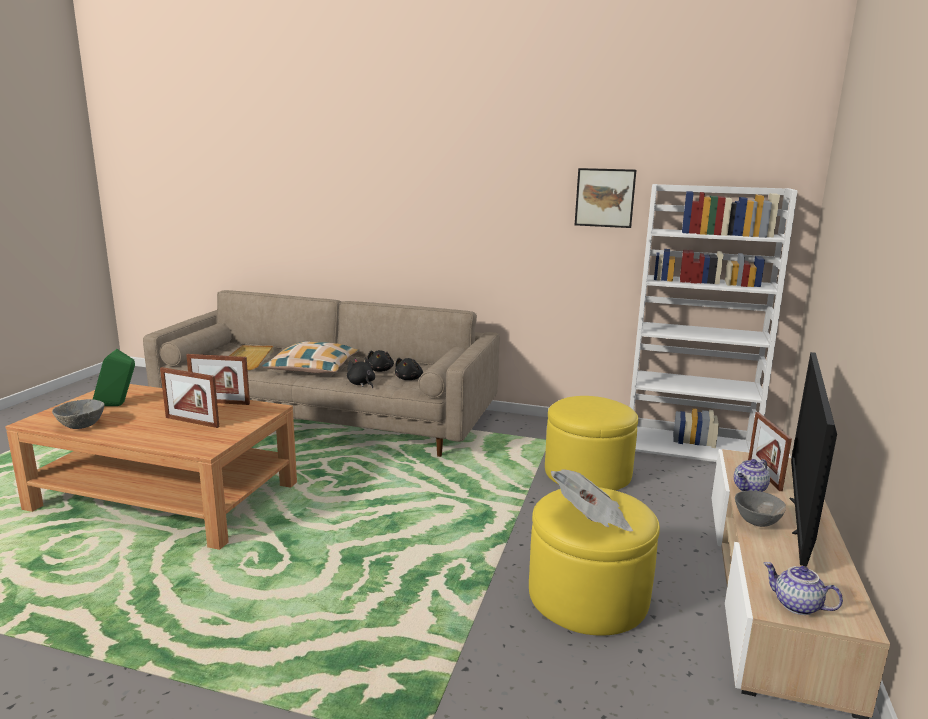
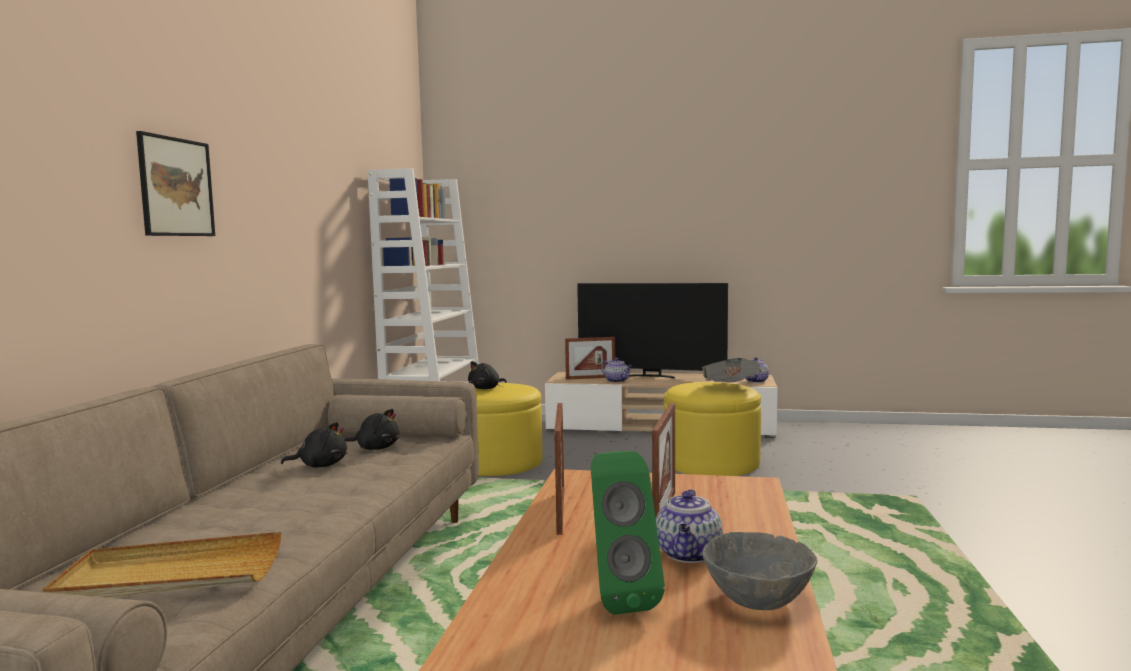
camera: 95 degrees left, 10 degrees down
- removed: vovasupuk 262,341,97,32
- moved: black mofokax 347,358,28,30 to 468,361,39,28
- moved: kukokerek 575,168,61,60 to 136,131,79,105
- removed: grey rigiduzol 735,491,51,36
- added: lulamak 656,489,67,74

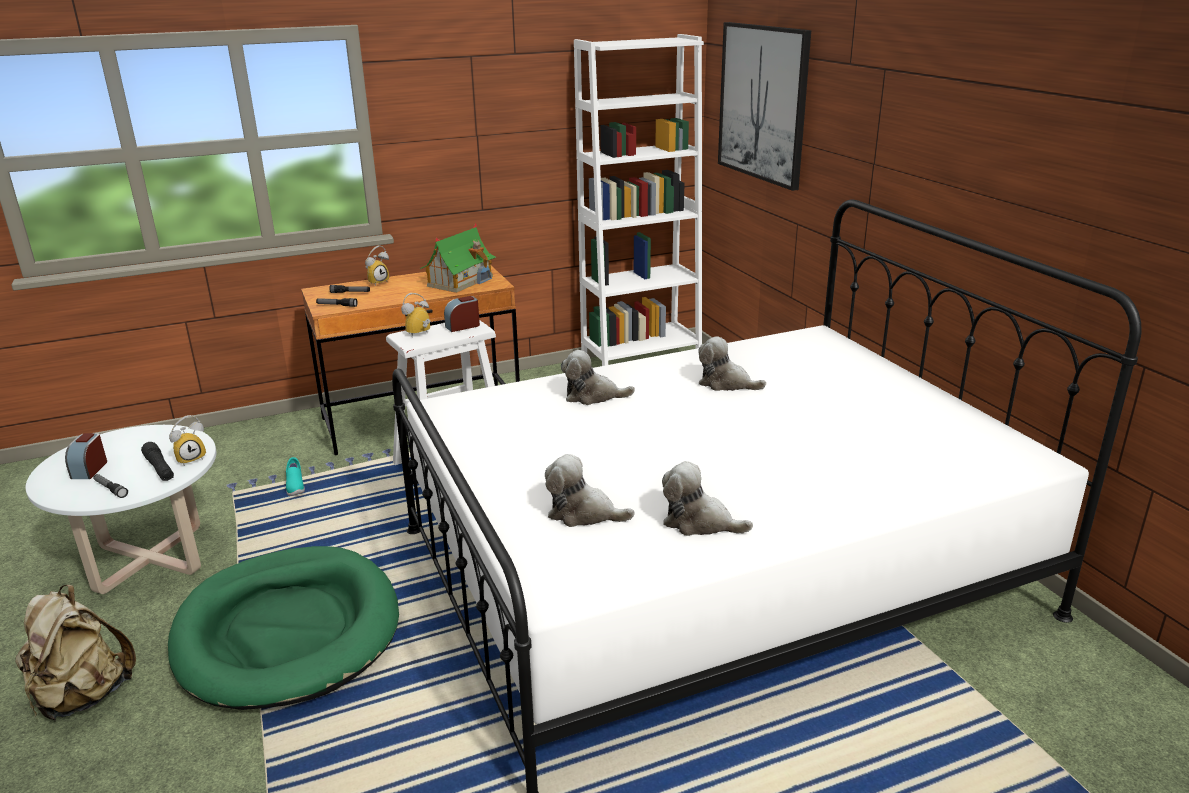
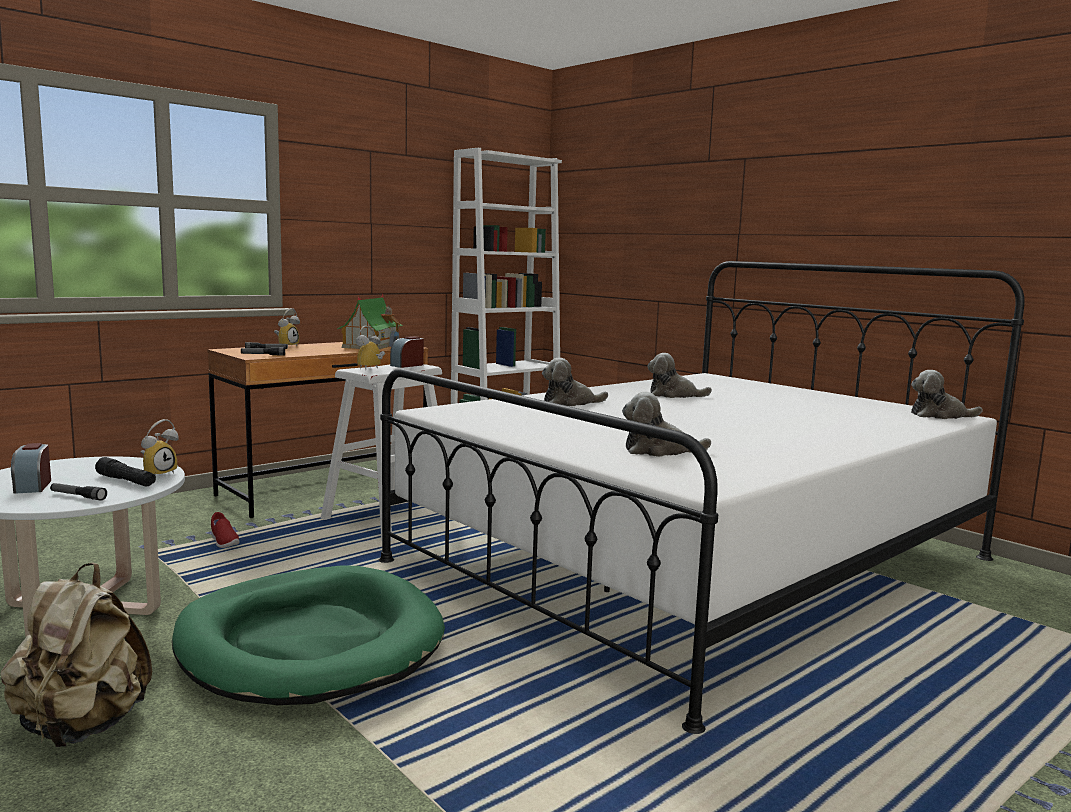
camera: 20 degrees left, 15 degrees down
- recoloured: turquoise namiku 286,457,19,39 to red namiku 211,512,29,36
- moved: mofokax 662,461,91,75 to 911,370,72,49
- removed: kukokerek 718,22,93,169

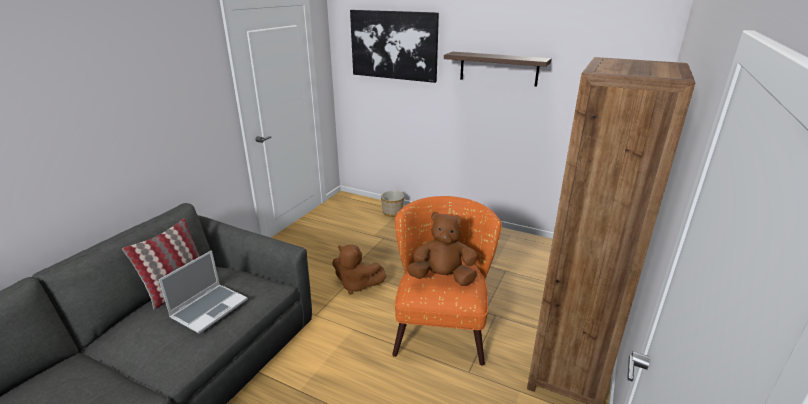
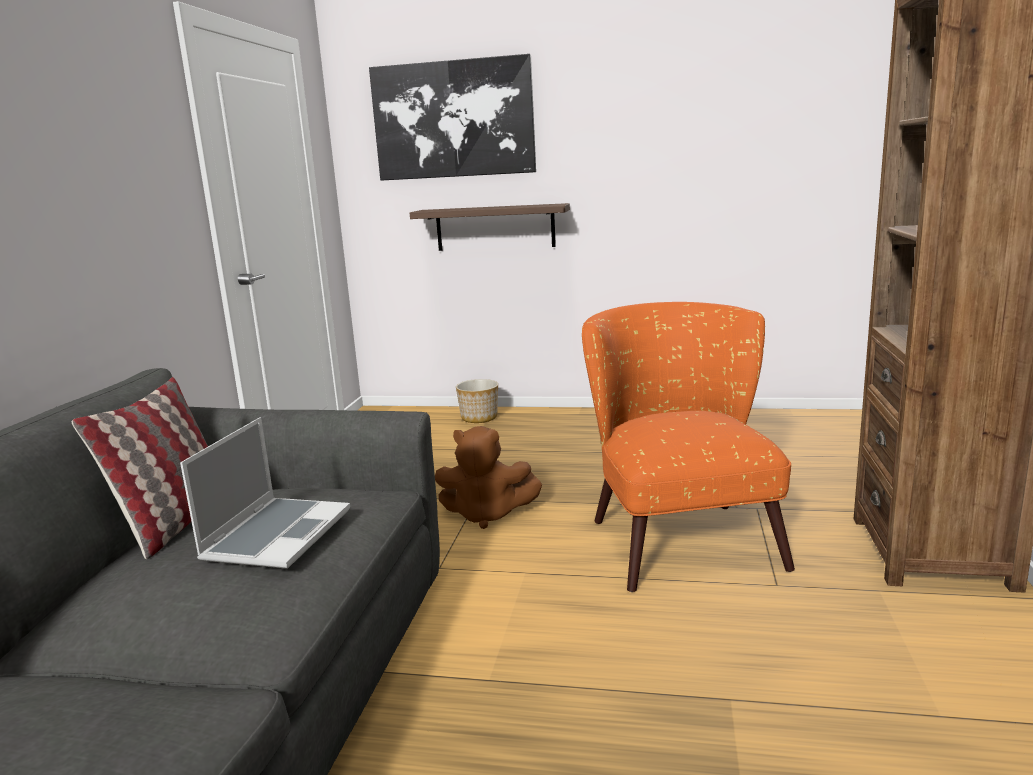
camera: 15 degrees left, 10 degrees down
- removed: brown mofokax 406,211,72,75
- moved: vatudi 444,52,108,35 to 410,203,160,48

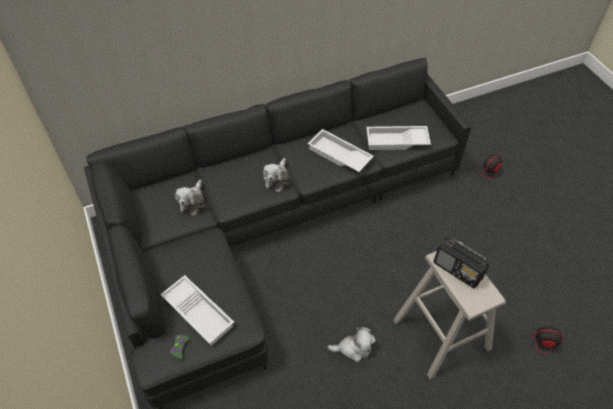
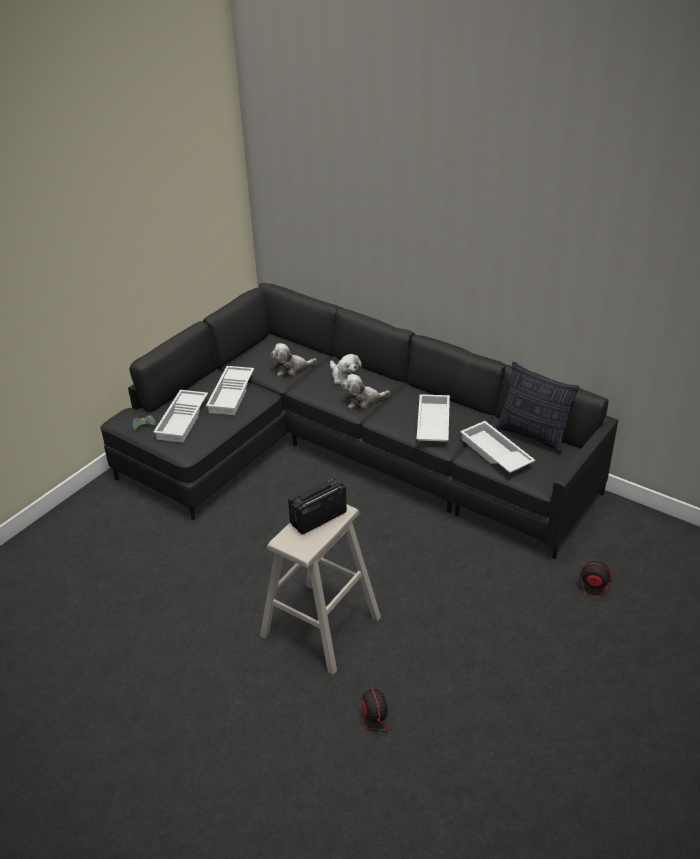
camera: 60 degrees right, 15 degrees down
- moved: mofokax 327,327,49,35 to 330,354,32,32
- turned: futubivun 433,236,57,53 = 288,476,59,59 45 degrees clockwise
- added: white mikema 206,366,48,49
- added: vovasupuk 496,362,83,92

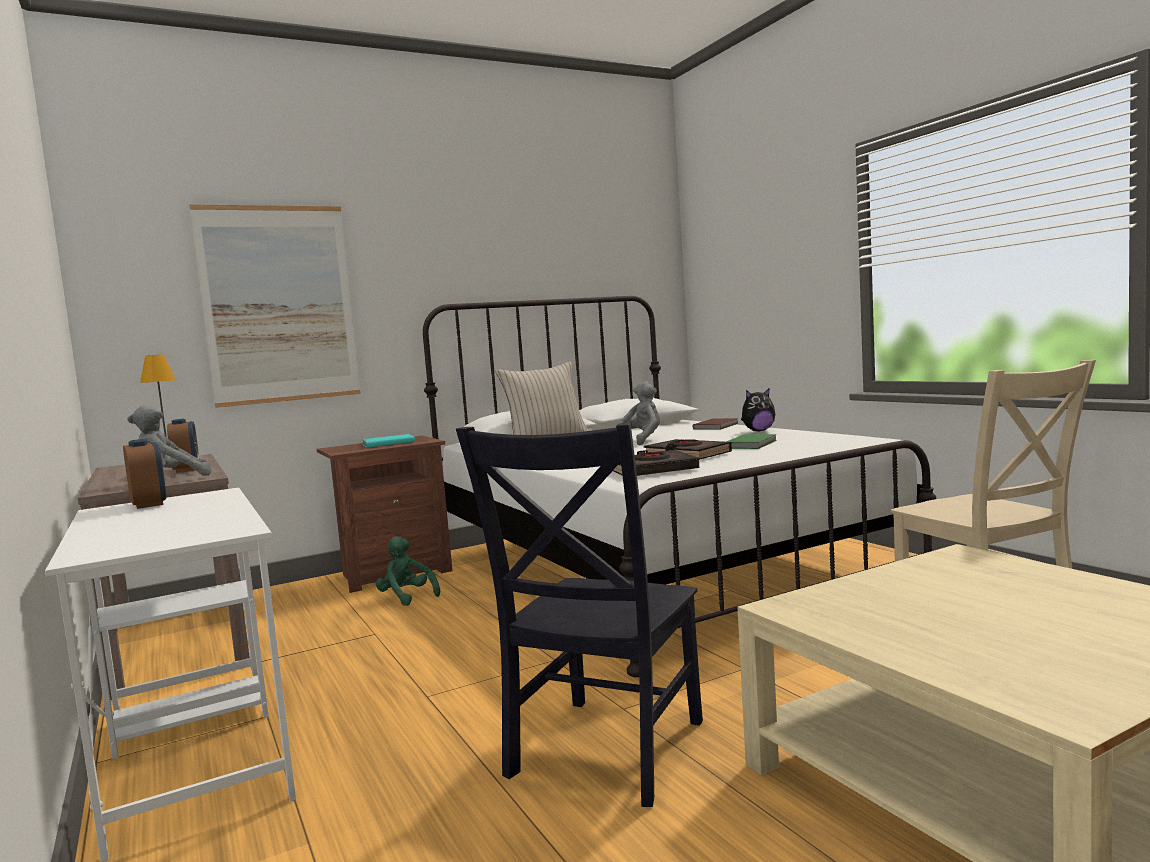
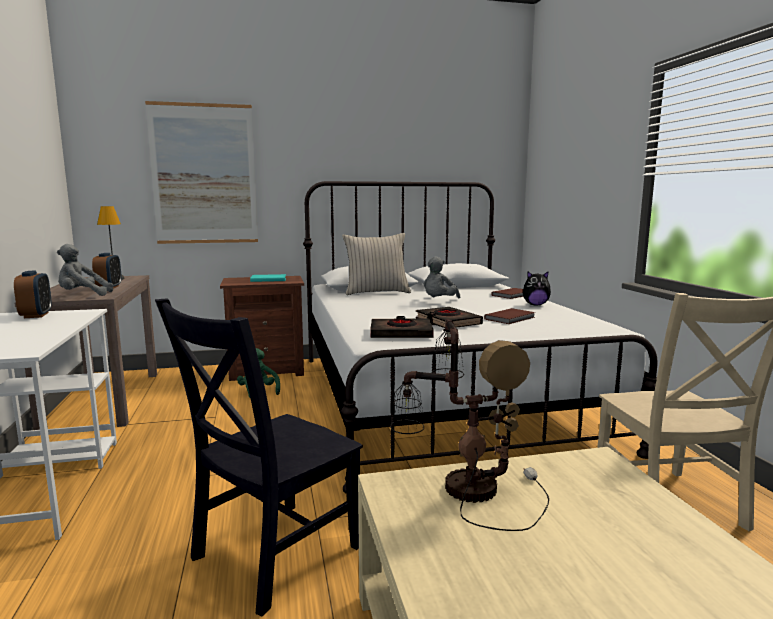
camera: 15 degrees right, 5 degrees up
- turned: grey mofokax 617,381,43,65 = 423,257,38,42 150 degrees clockwise
- recoloured: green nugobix 726,434,51,15 to brown nugobix 484,308,51,16
- added: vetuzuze 390,320,159,211

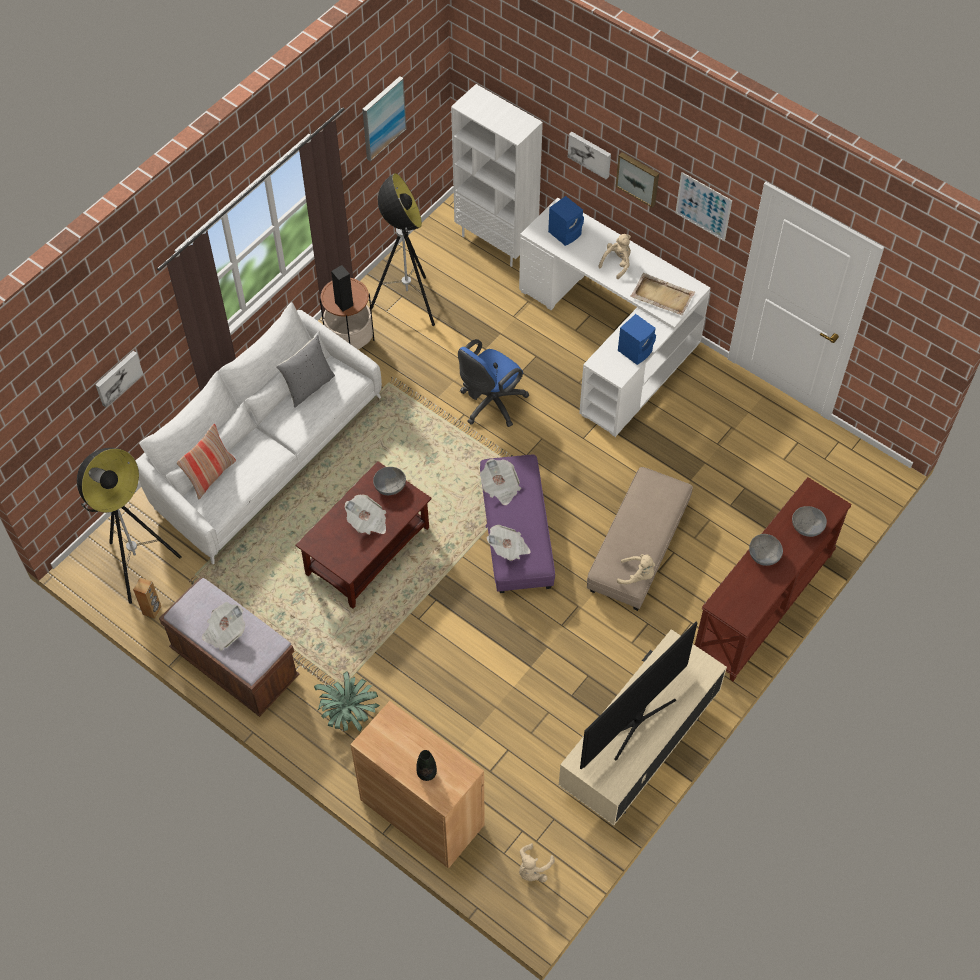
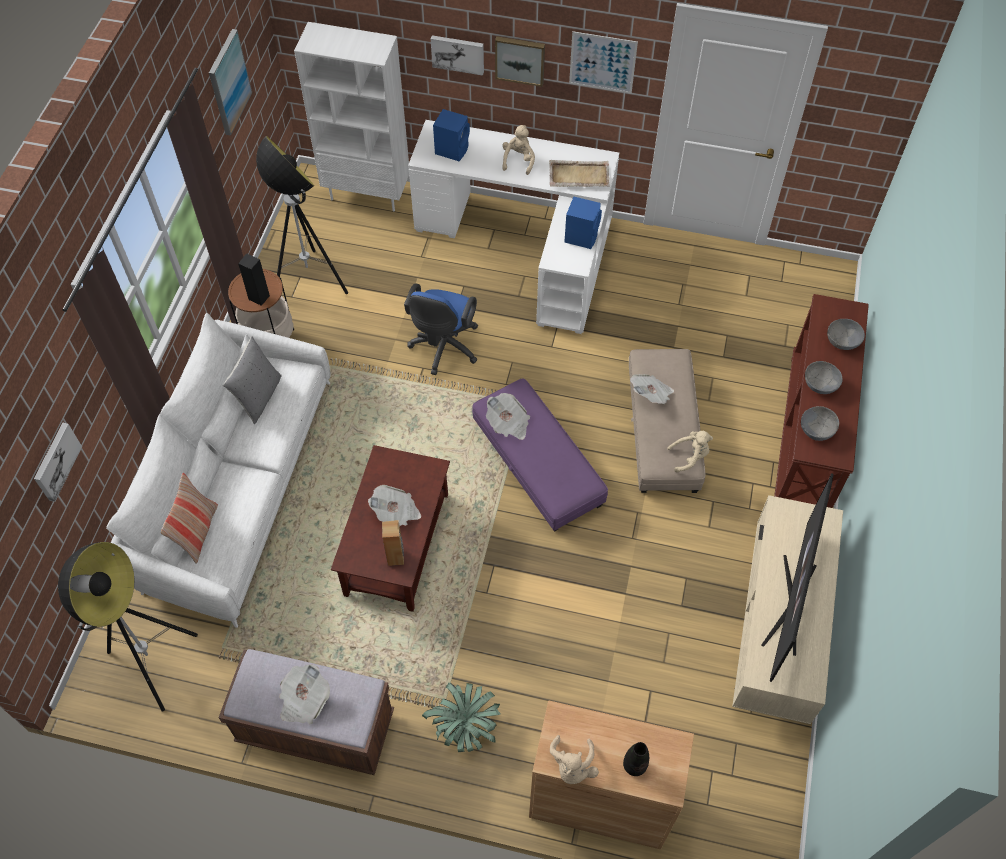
camera: 25 degrees left, 0 degrees up
- moved: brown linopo 133,578,29,41 to 382,520,22,46
- moved: grey rigiduzol 373,467,33,28 to 801,406,38,35
- moved: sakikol 487,525,44,36 to 630,374,44,30
- moved: beige mofokax 519,843,36,39 to 550,735,49,49

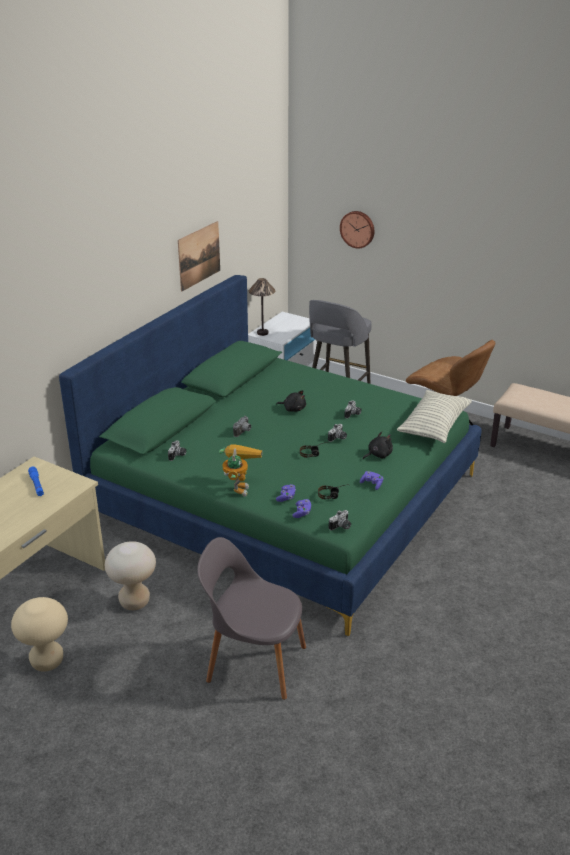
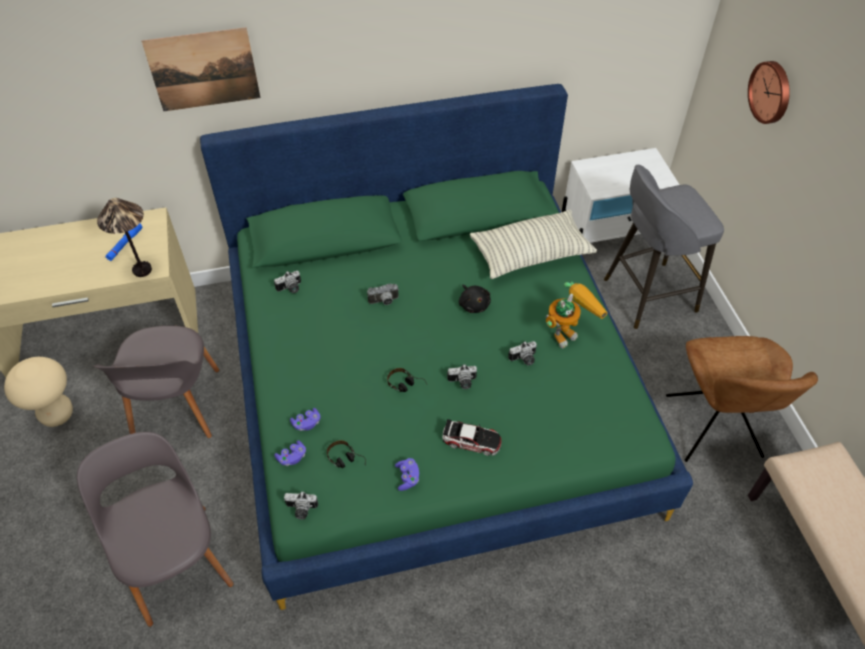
camera: 45 degrees right, 20 degrees up
- replaced: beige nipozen 105,541,51,69 to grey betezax 93,326,126,112
- moved: kukokerek 178,221,42,71 to 142,27,119,84
- moved: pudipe 219,444,43,52 to 546,282,62,66
- moved: vetuzuze 249,278,26,58 to 97,198,55,79
- replaced: black mofokax 363,432,30,27 to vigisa 443,419,58,37
- moved: vovasupuk 397,390,75,53 to 470,209,127,70

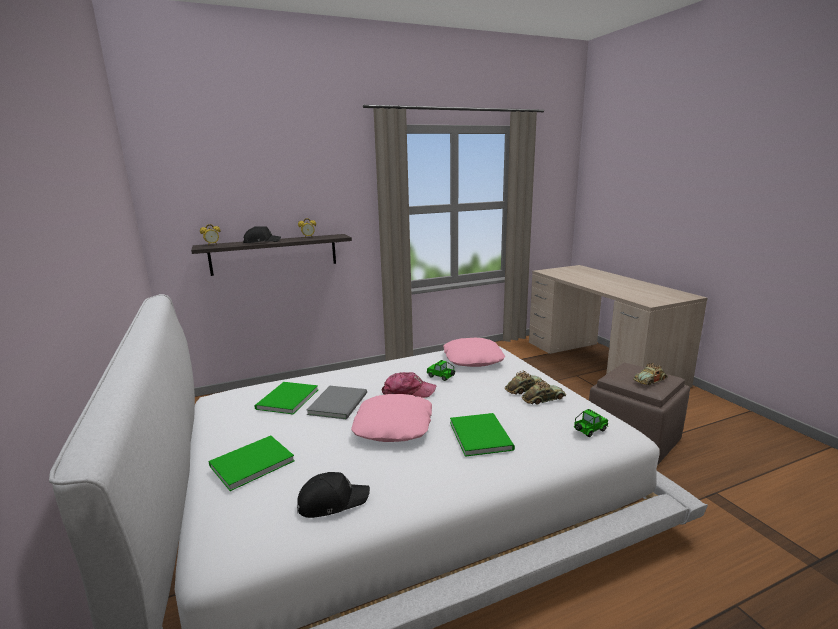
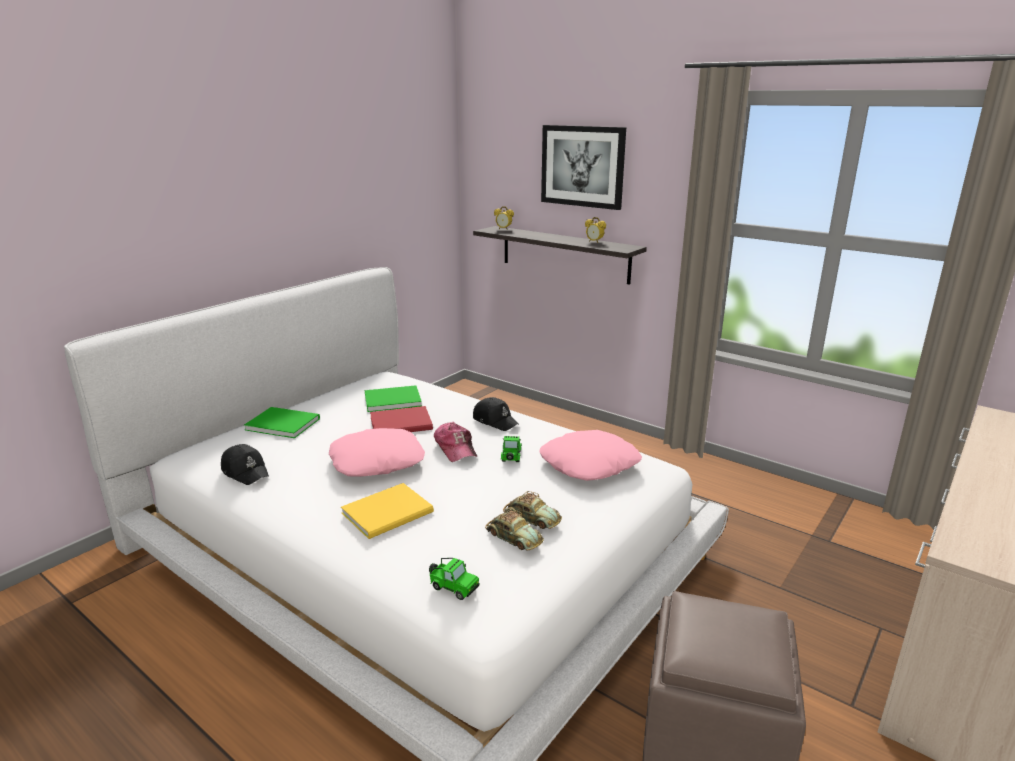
camera: 60 degrees right, 5 degrees up
- moved: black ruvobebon 243,226,38,17 to 473,397,46,34
- recoloured: grey nugobix 306,386,61,34 to red nugobix 370,406,63,26
- recoloured: green nugobix 450,413,65,44 to yellow nugobix 341,483,93,56
- removed: vigisa 633,363,35,22
- added: kukokerek 541,125,85,85

